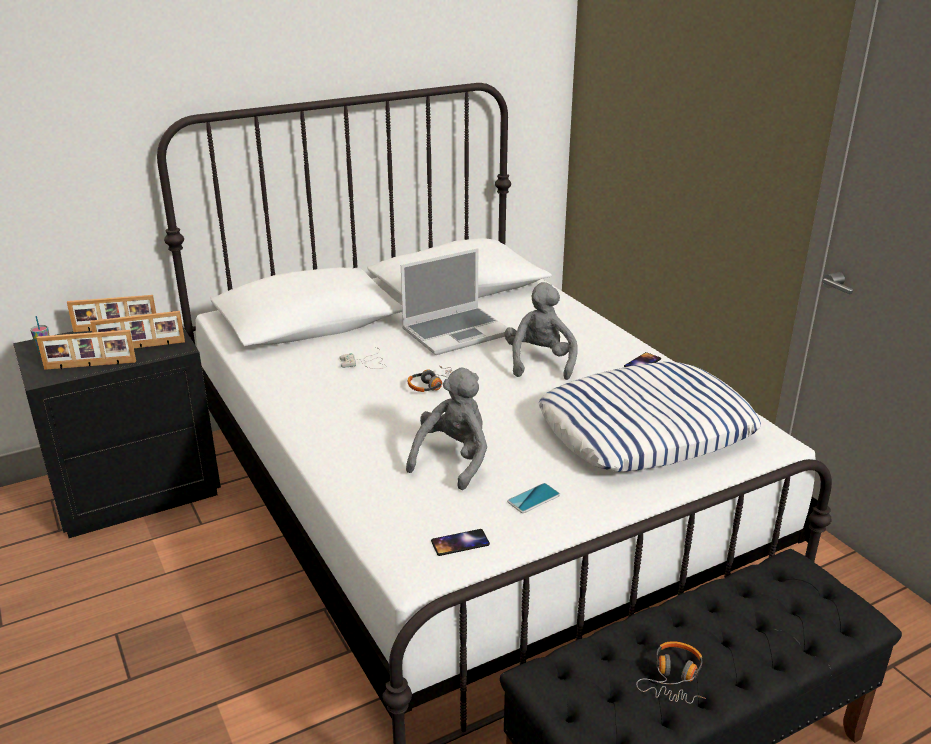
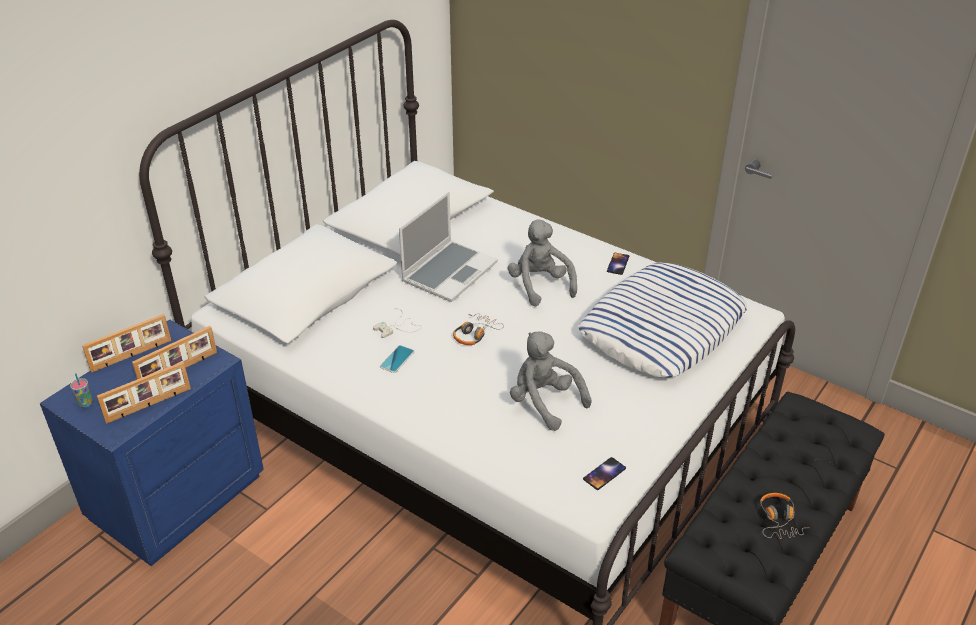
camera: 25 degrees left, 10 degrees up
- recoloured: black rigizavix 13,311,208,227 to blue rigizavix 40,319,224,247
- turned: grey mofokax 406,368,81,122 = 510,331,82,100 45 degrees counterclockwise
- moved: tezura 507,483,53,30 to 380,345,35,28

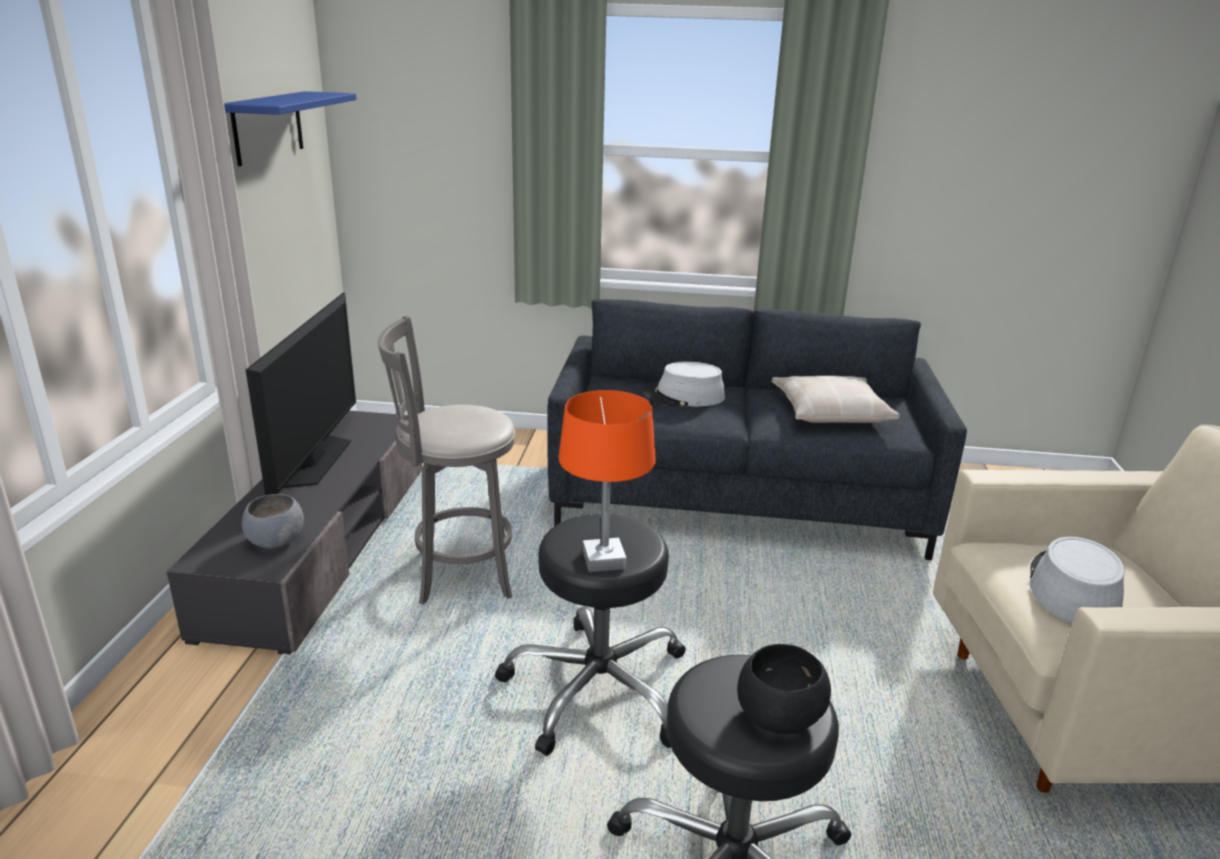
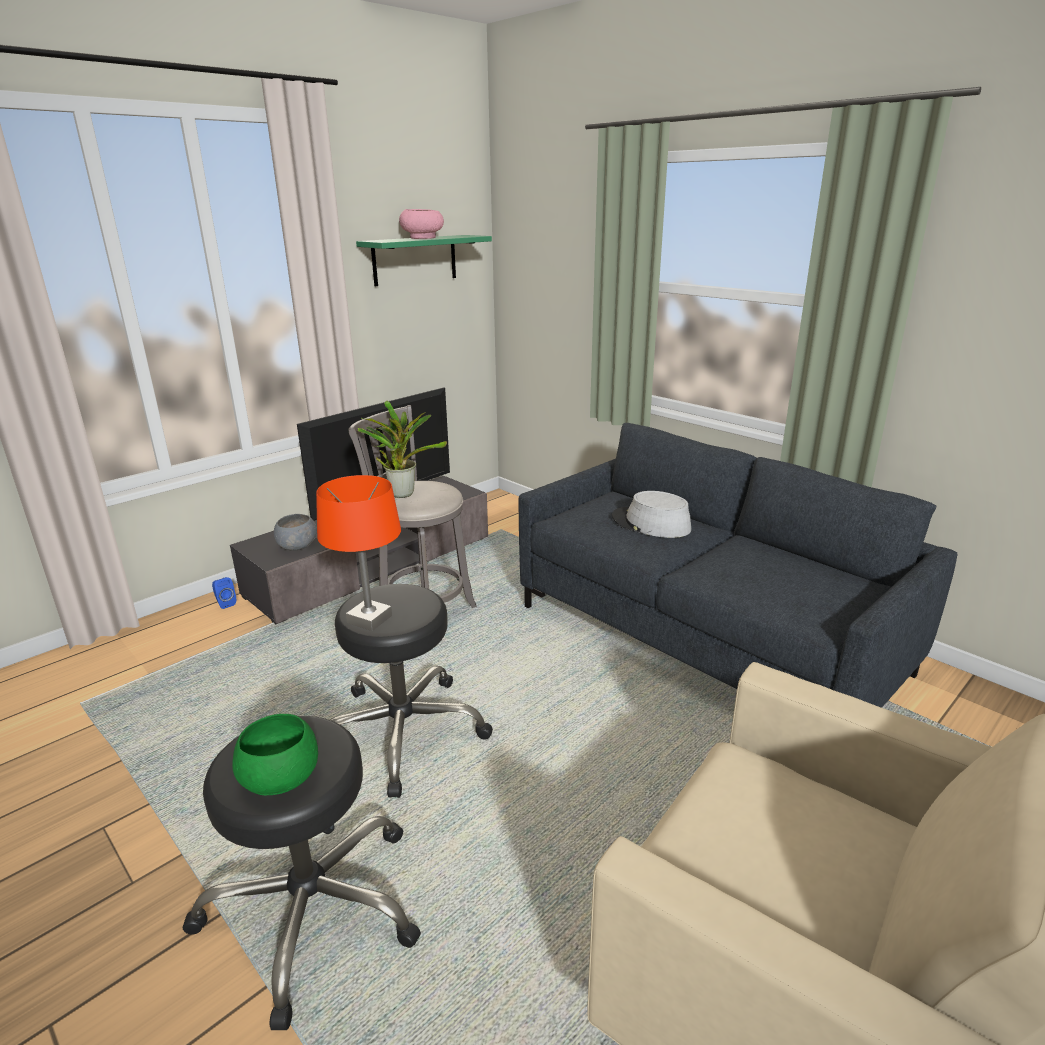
camera: 40 degrees right, 0 degrees up
- recoloured: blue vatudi 224,91,132,75 to green vatudi 356,235,136,51
- recoloured: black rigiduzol 737,644,94,90 to green rigiduzol 232,714,86,81
- removed: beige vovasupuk 772,376,128,47
- removed: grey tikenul 1029,537,96,86
- added: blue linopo 212,577,24,32
- added: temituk 358,401,89,97
- added: pink rigiduzol 399,209,45,30

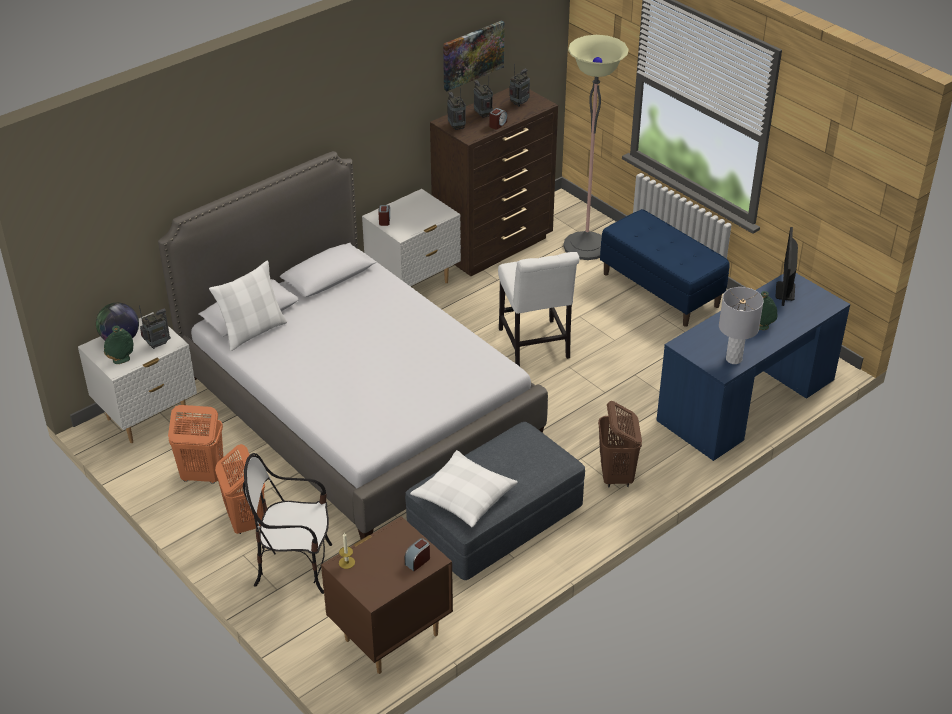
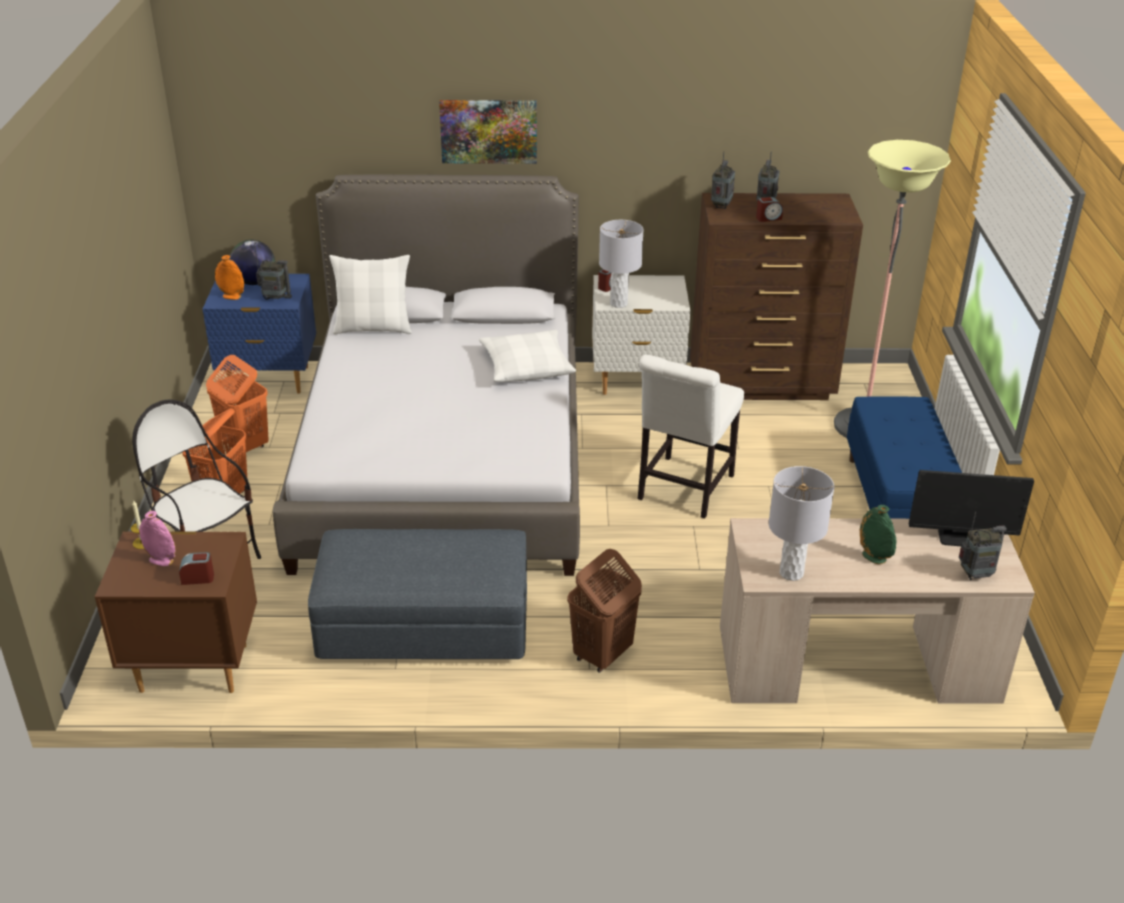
camera: 40 degrees right, 5 degrees down
- recoloured: white rigizavix 78,312,119,131 to blue rigizavix 202,274,114,120
- recoloured: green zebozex 104,326,29,38 to orange zebozex 215,255,29,45
- moved: white vovasupuk 410,450,108,77 to 479,330,97,52
- moved: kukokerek 443,20,62,71 to 439,100,98,64
- moved: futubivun 509,64,21,43 to 959,512,48,68
- recoloured: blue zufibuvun 656,273,194,188 to beige zufibuvun 720,518,315,186
- turned: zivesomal 775,227,23,79 = 909,470,125,76 135 degrees counterclockwise
- added: pink zebozex 139,511,36,56
- added: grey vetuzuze 599,220,45,88

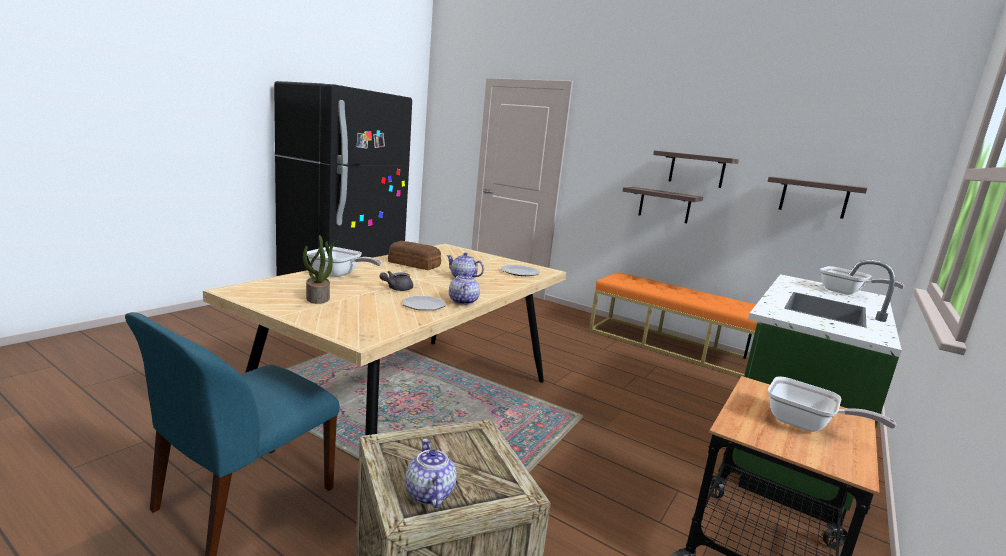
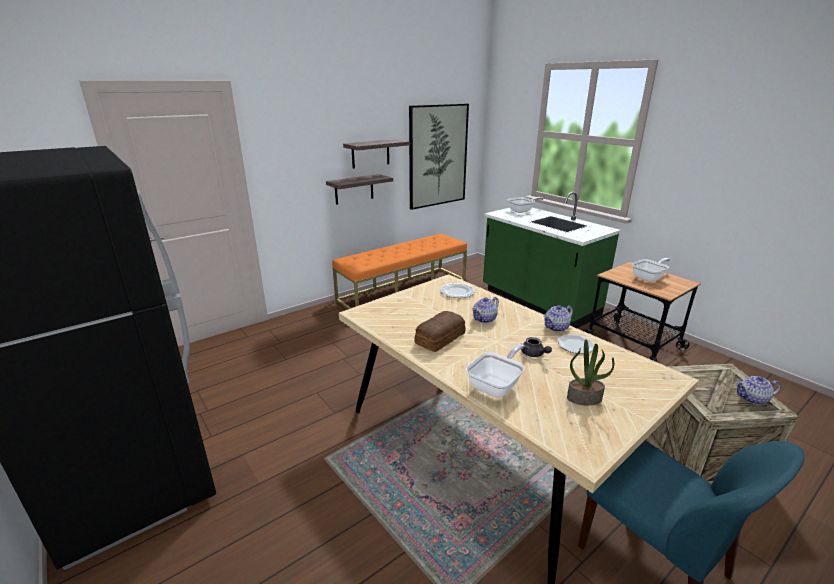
camera: 70 degrees left, 10 degrees up
- turned: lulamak 449,272,31,33 = 543,305,30,27 45 degrees counterclockwise
- replaced: vatudi 768,177,99,42 to kukokerek 409,104,60,106

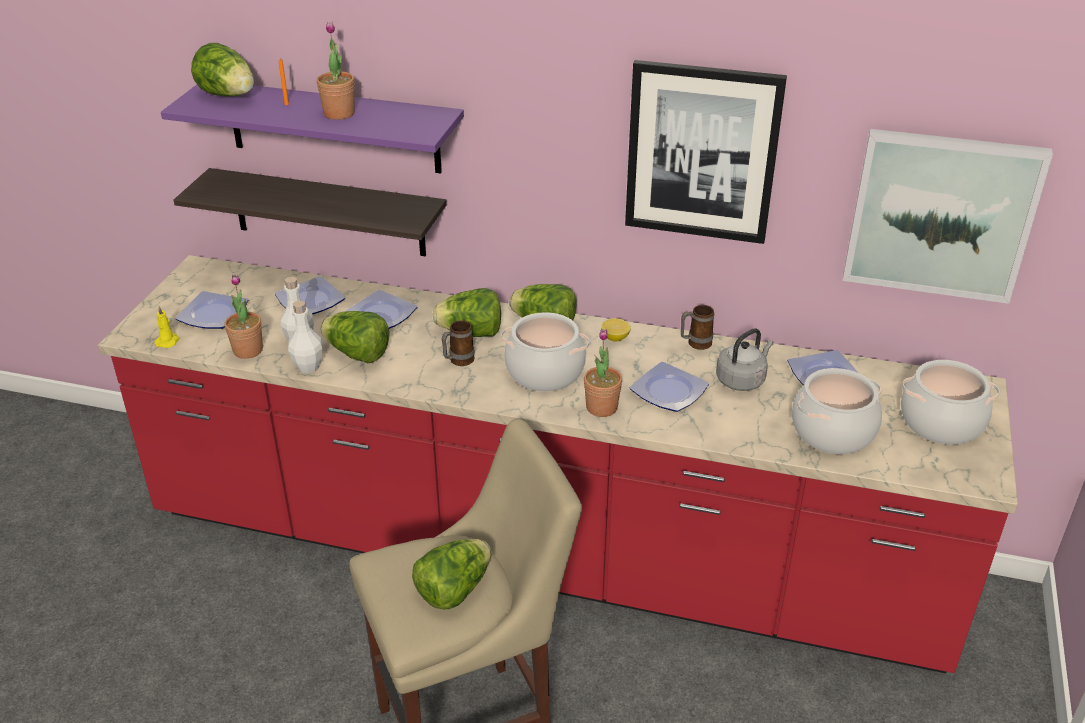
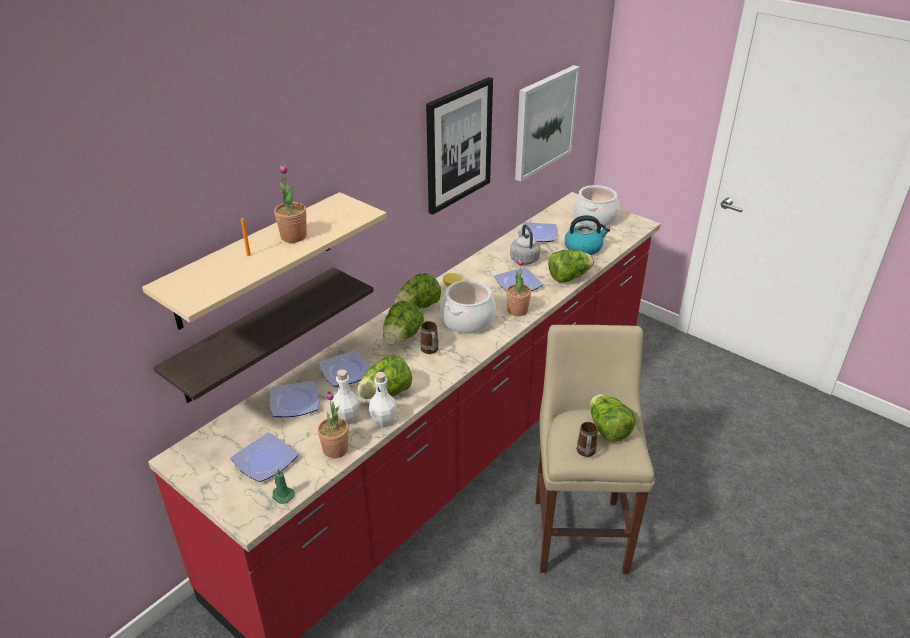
camera: 65 degrees left, 0 degrees up
- recoloured: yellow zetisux 155,306,24,42 to green zetisux 272,469,23,35
- recoloured: purple vatudi 161,85,303,89 to beige vatudi 142,192,245,138
- moved: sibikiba 191,43,63,53 to 548,250,46,33
- moved: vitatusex 681,305,33,45 to 577,422,21,35
- replaced: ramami 792,368,90,86 to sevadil 565,215,45,40

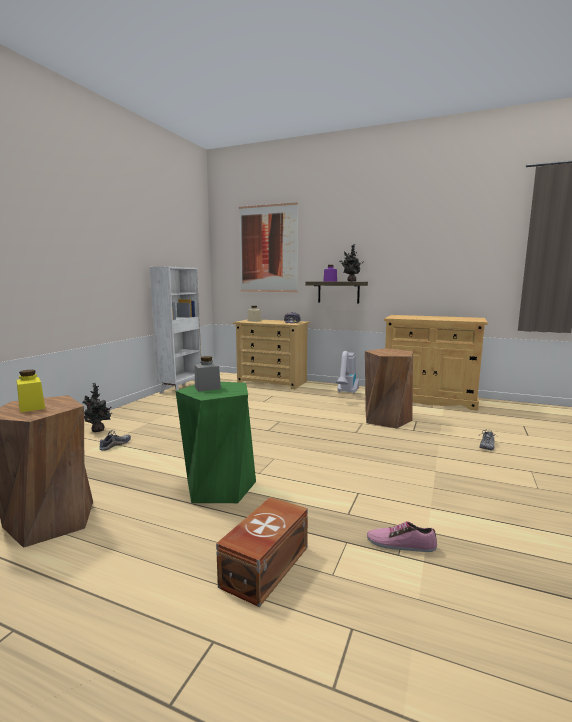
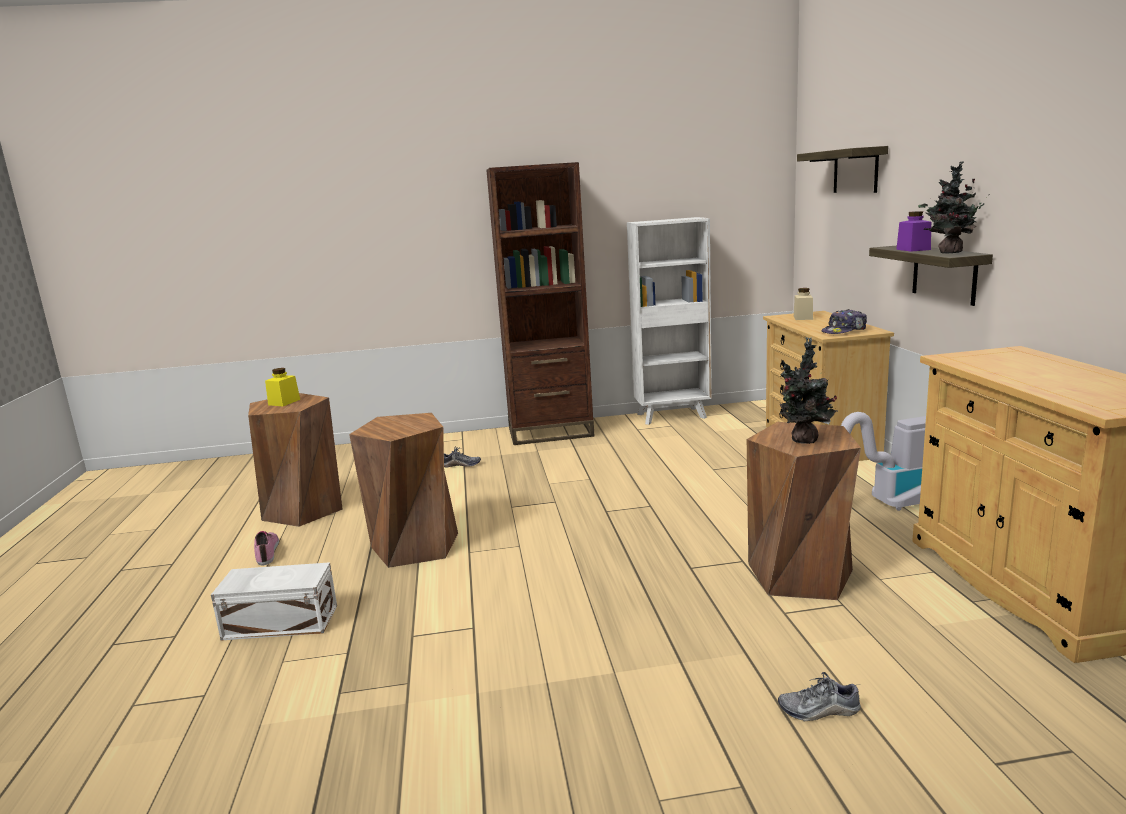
camera: 60 degrees right, 5 degrees up
- moved: temituk 82,383,30,49 to 780,337,58,107
- recoloured: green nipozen 176,382,80,121 to brown nipozen 349,413,109,155
- removed: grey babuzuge 195,356,26,36
- recoloured: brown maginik 216,497,92,110 to white maginik 211,562,126,78
- replaced: kukokerek 239,202,59,90 to vatudi 797,146,91,47
- moved: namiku 367,522,70,30 to 254,531,25,34
- added: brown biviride 486,162,108,283

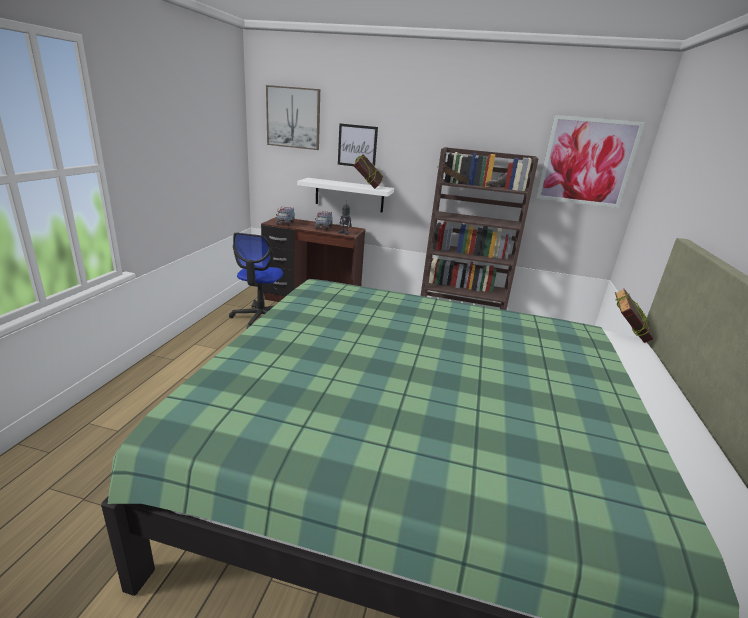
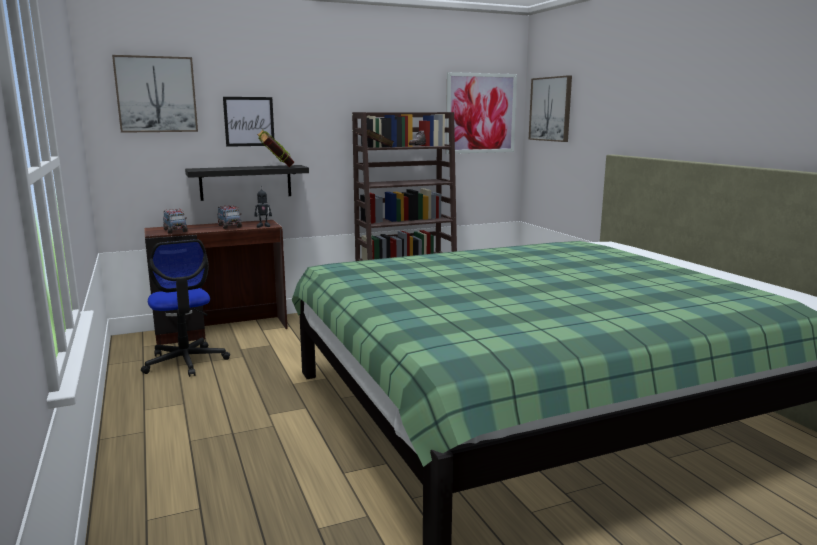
camera: 35 degrees left, 10 degrees down
- recoloured: white vatudi 297,178,97,35 to black vatudi 185,165,124,36
- removed: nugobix 615,288,38,55
- added: kukokerek 529,75,43,67

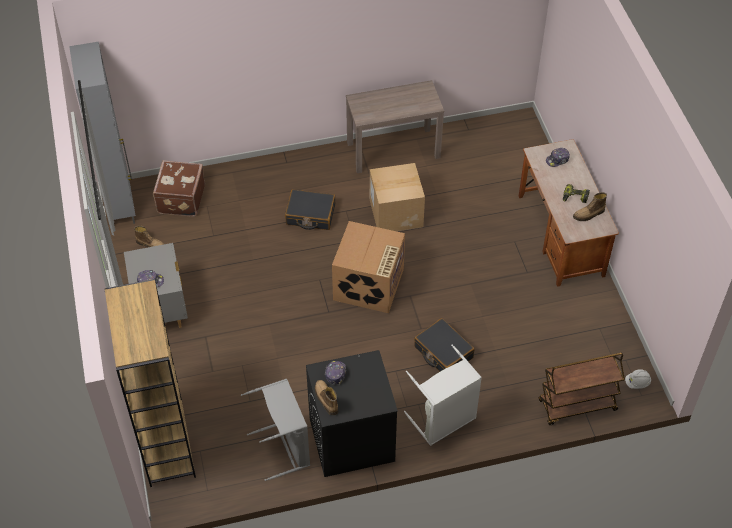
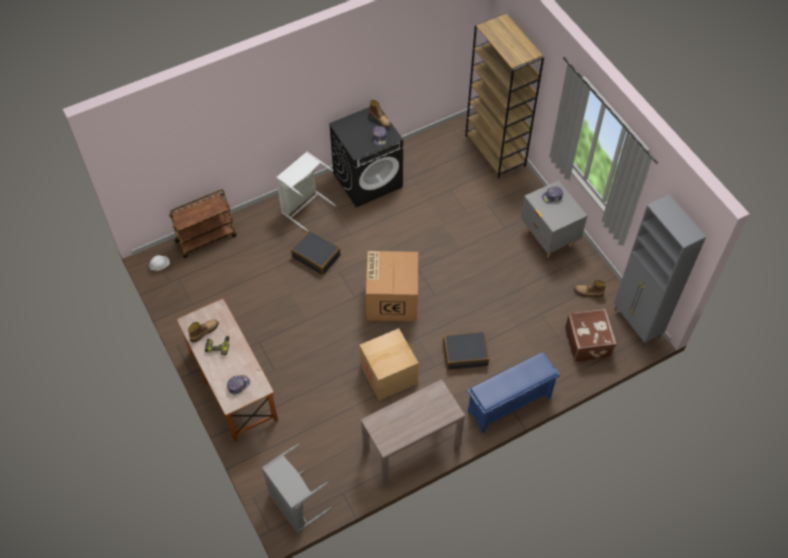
camera: 165 degrees right, 5 degrees up
- moved: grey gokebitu 241,379,69,102 to 262,444,69,89
- added: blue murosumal 467,352,93,81

